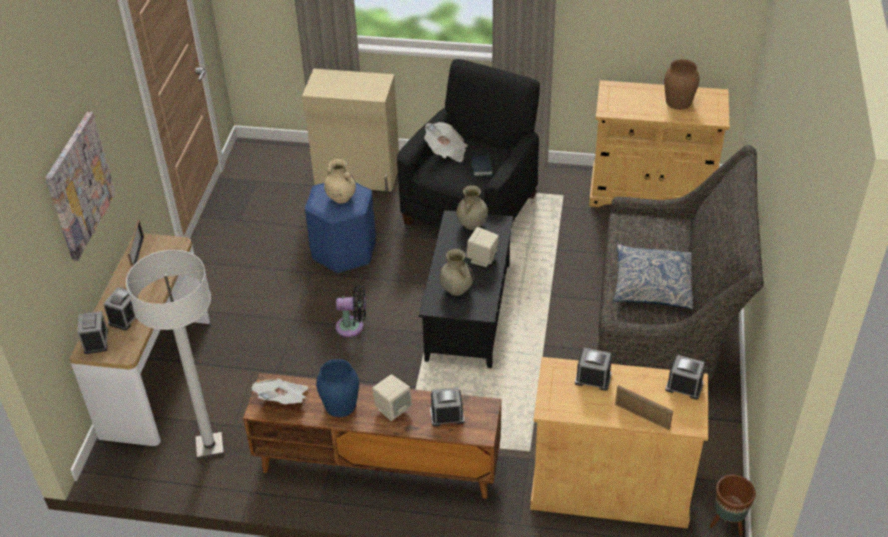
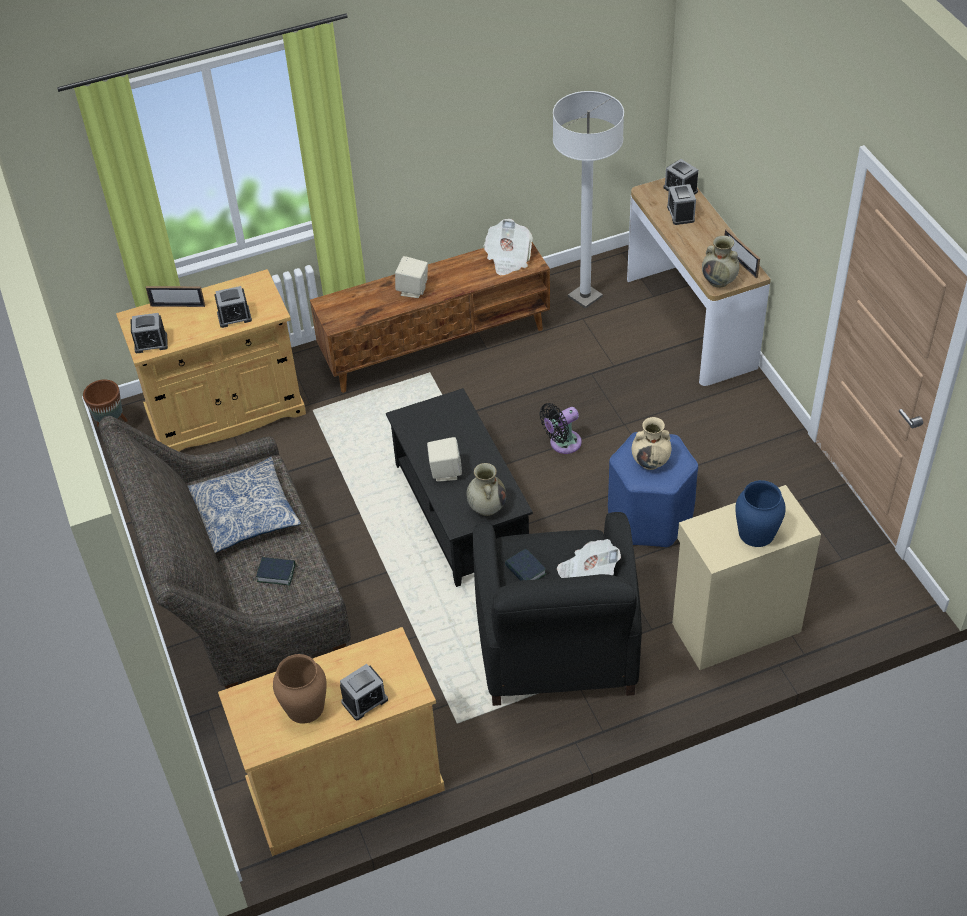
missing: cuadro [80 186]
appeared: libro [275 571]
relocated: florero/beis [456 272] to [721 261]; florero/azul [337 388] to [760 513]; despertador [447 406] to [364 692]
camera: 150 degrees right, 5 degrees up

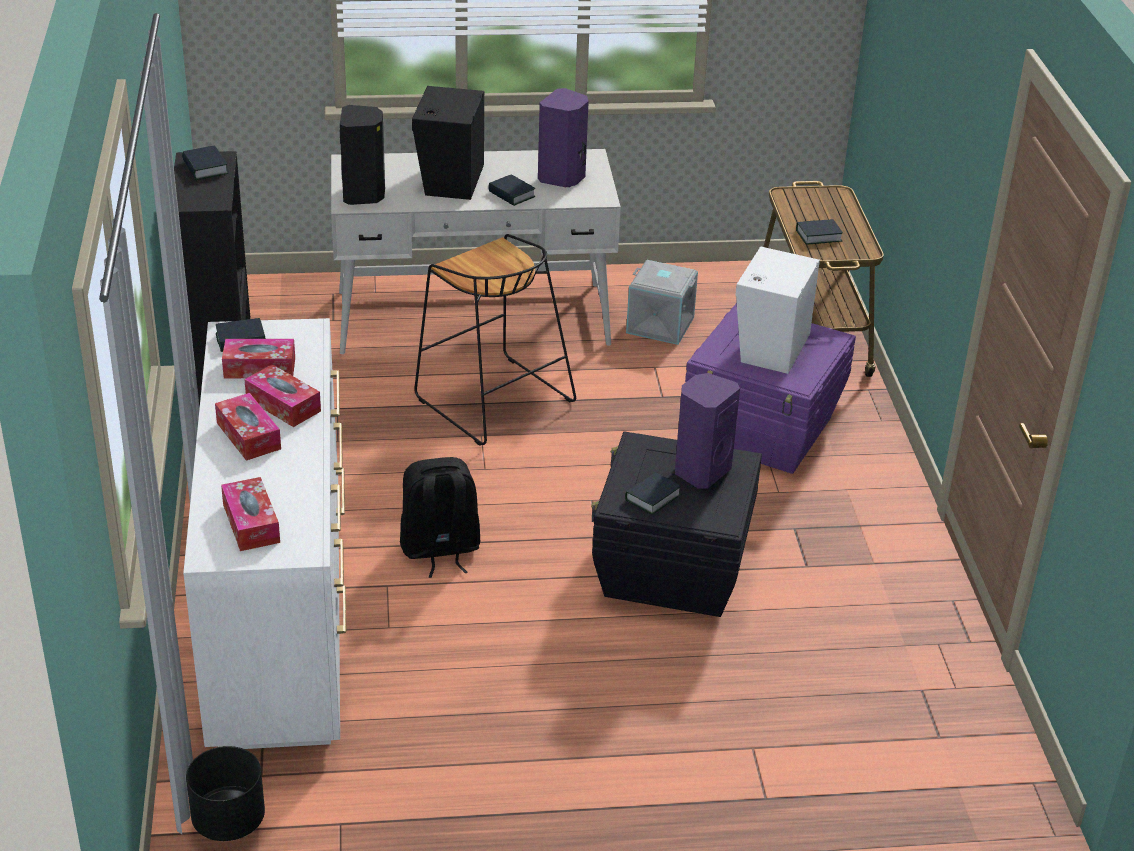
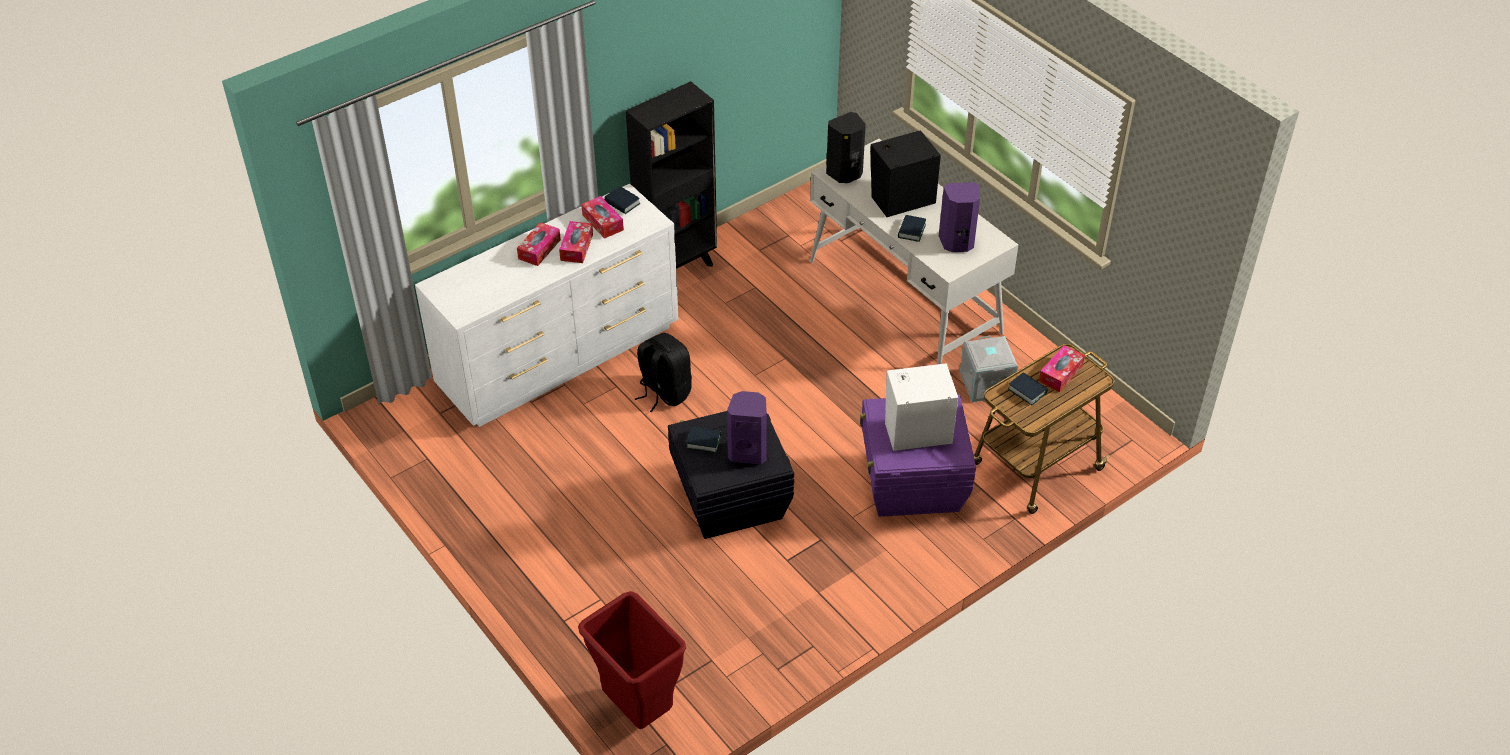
missing: libro [205 163]; taburete/negro [495 340]; maceta/negro [225 793]
appeared: papelera/rojo [632 660]
relocated: caja de pañuelos [250 514] to [1062 368]
camera: 60 degrees right, 10 degrees up

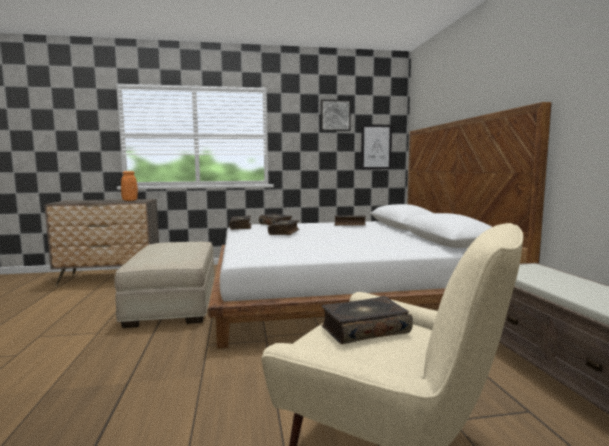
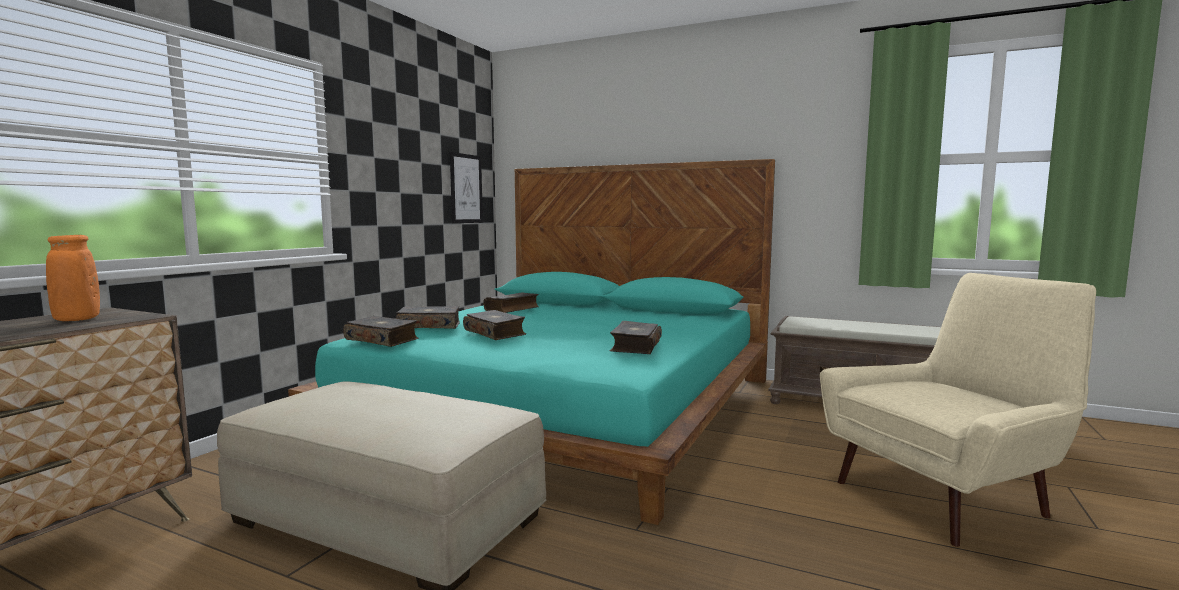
missing: cuadro [336 115]
relocated: libro [367 320] to [636 337]
colour: cama/blanco [380 225] to cama/turquesa [531 342]
camera: 55 degrees left, 0 degrees up

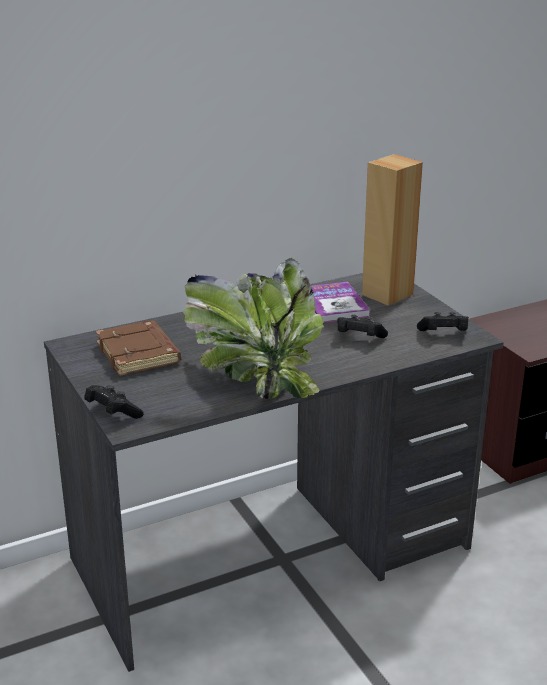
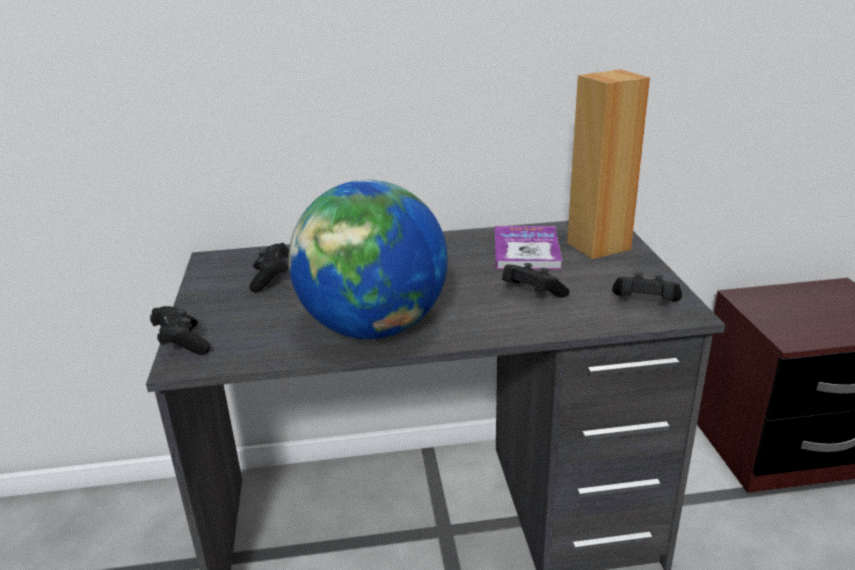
exchanged: planta en maceta [253 328] to globo terráqueo [368 259]; libro/marrón [138 348] to mando de consola/negro [269 267]
camera: 20 degrees right, 0 degrees up

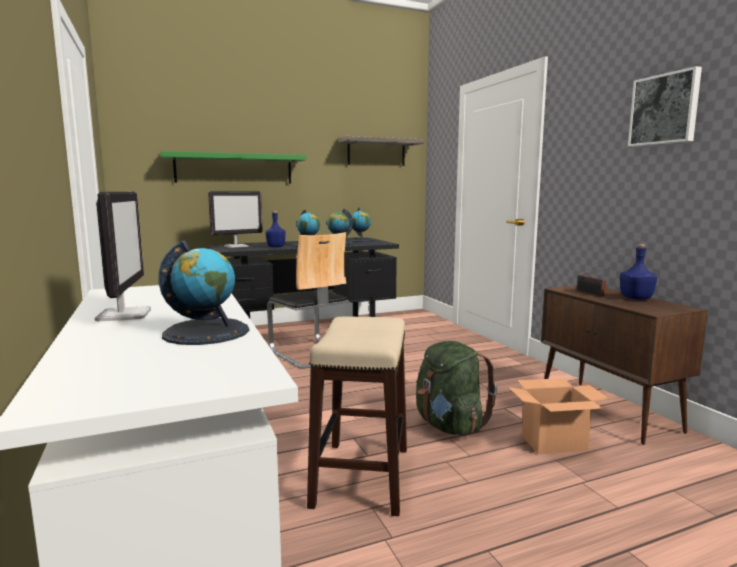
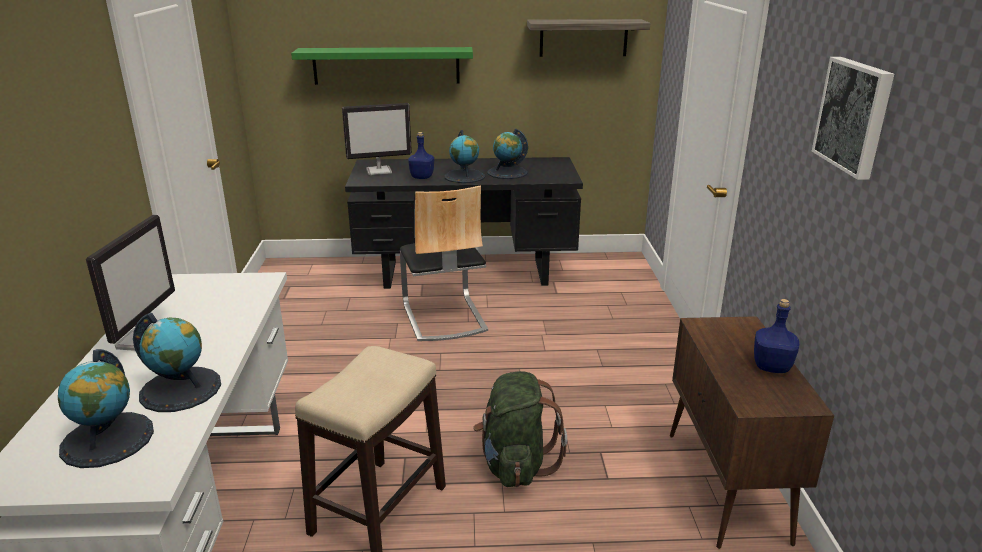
missing: radio [593 282]; caja de cartón [559 416]
relocated: globo terráqueo [360 225] to [106 408]
camera: 20 degrees right, 15 degrees up

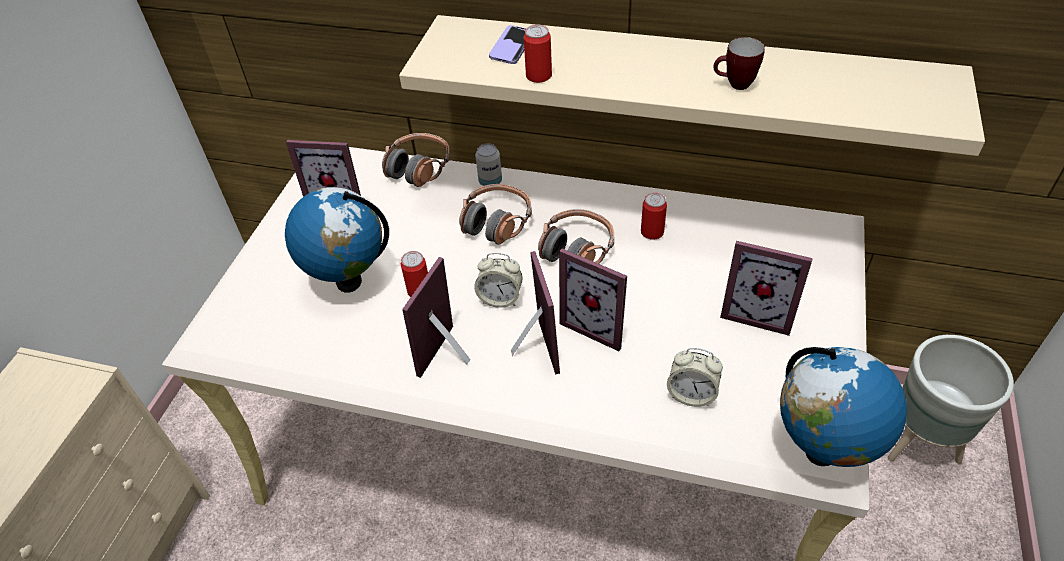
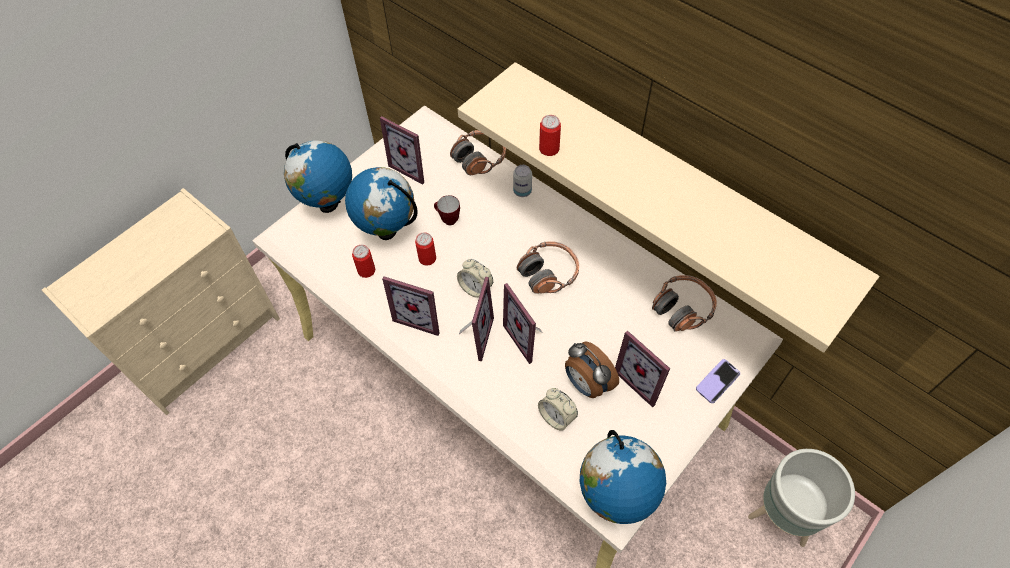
appeared: globo terráqueo [318 176]; despertador [592 369]
relocated: móvil [507 44] to [718 381]; taza grande [739 63] to [447 210]; auriculares [495 214] to [684 303]; lata [654 215] to [364 261]
spun: portarretratos [436 317] = [411 306] 120 degrees counterclockwise
camera: 25 degrees right, 10 degrees up

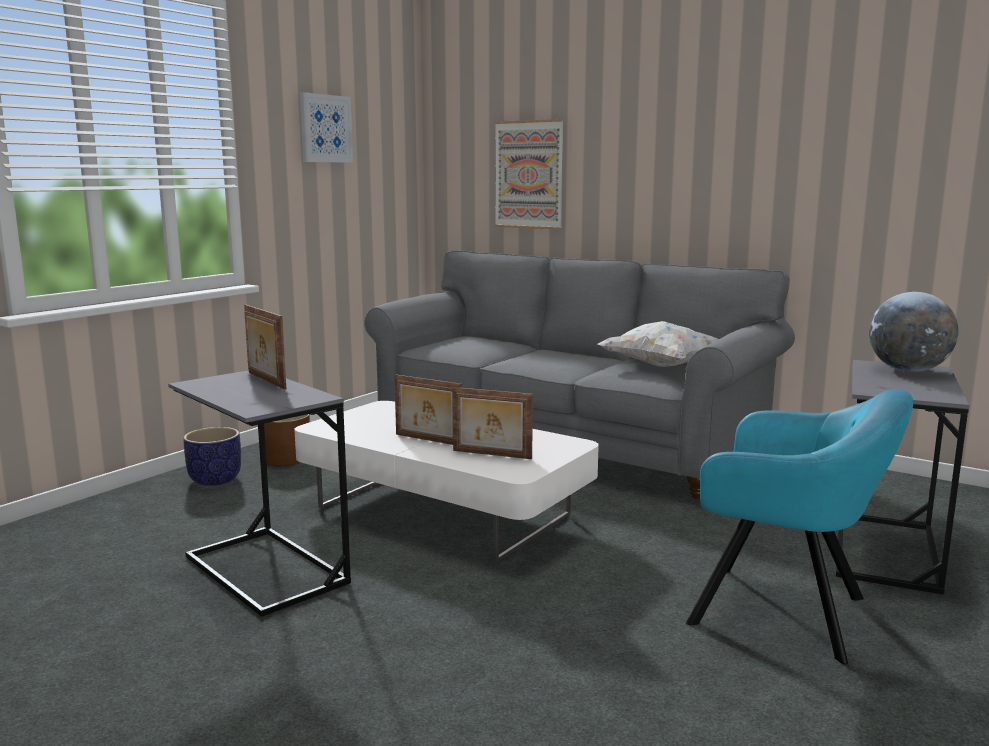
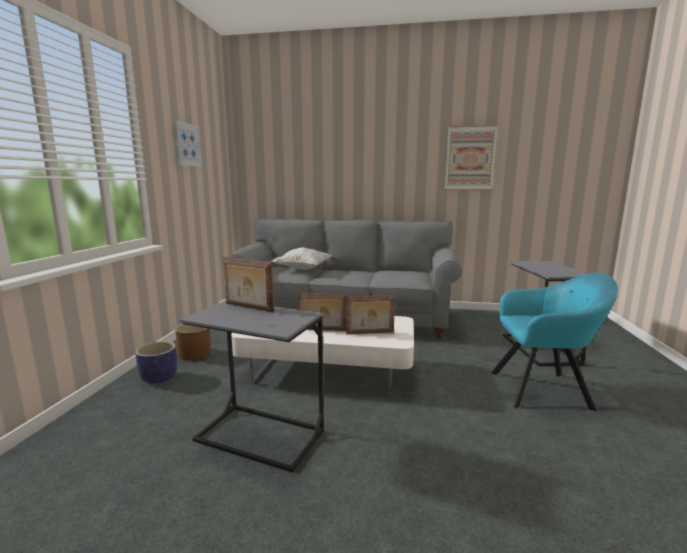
missing: globo terráqueo [914 332]
relocated: cuadro [529 174] to [471 157]; cojín/blanco [658 344] to [302 258]
camera: 25 degrees left, 0 degrees up

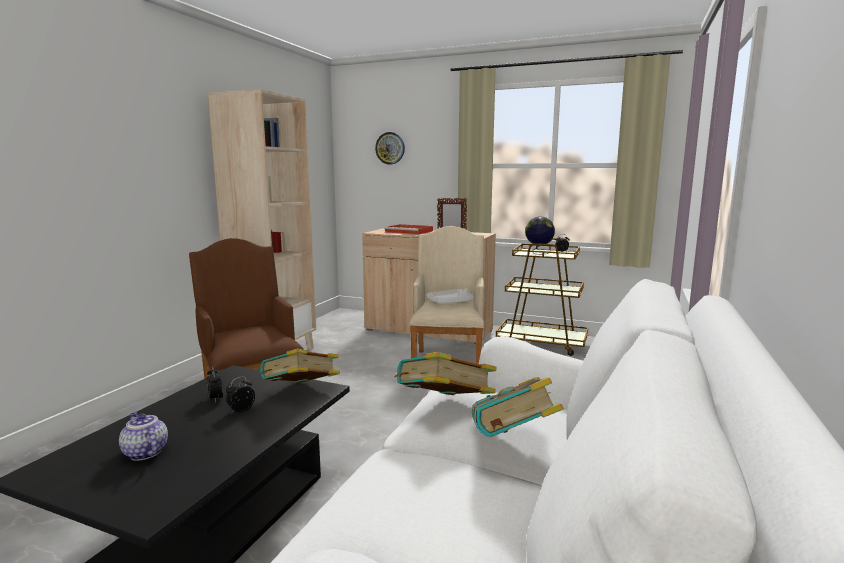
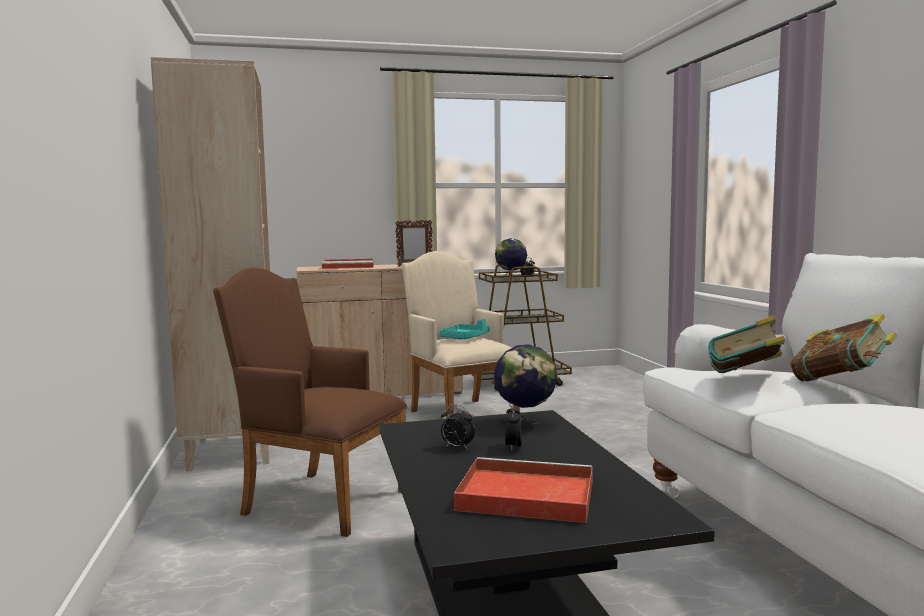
missing: reloj de pared [390 148]
exchanged: libro [300 366] to globo terráqueo [525 385]; tetera [143 436] to bandeja/rojo [523 490]
colour: bandeja/blanco [450 295] to bandeja/turquesa [464 329]
camera: 35 degrees left, 5 degrees down

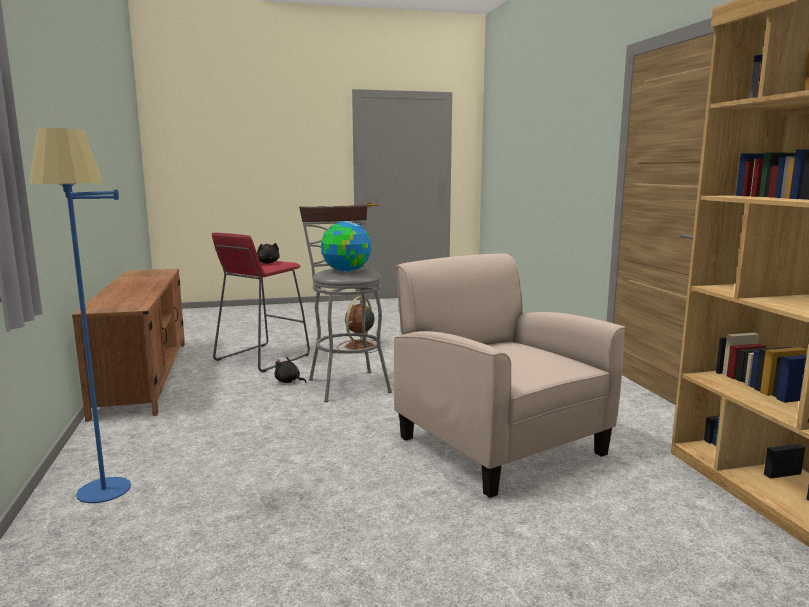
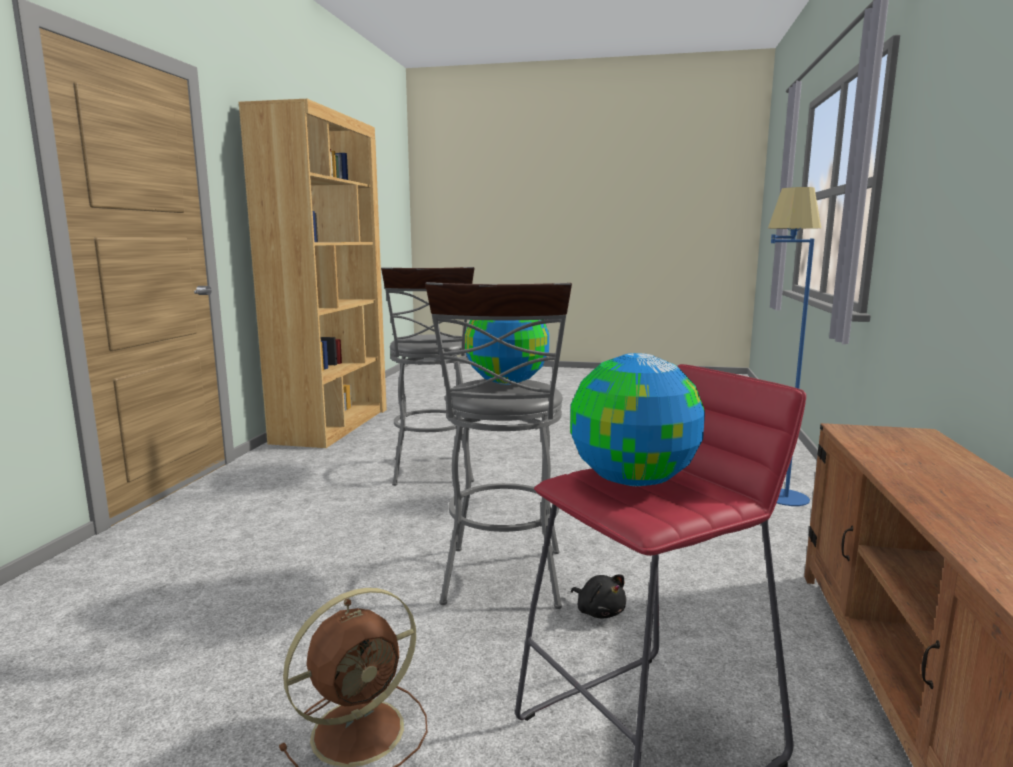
exchanged: peluche/negro [268 253] to globo terráqueo [637 419]; sillón/beis [509 375] to taburete/gris [428 376]
camera: 155 degrees left, 0 degrees up

